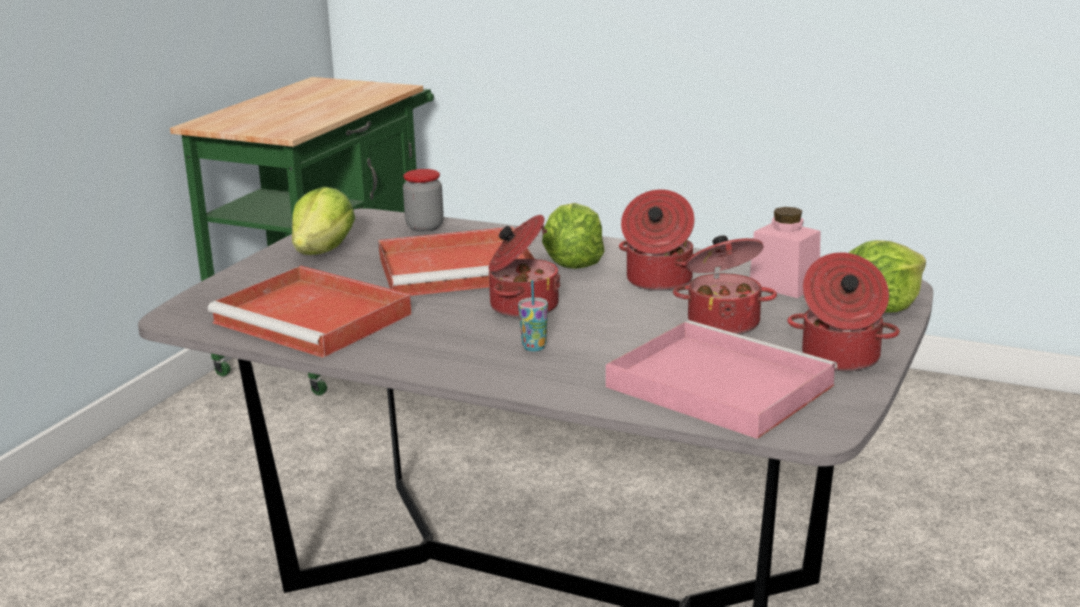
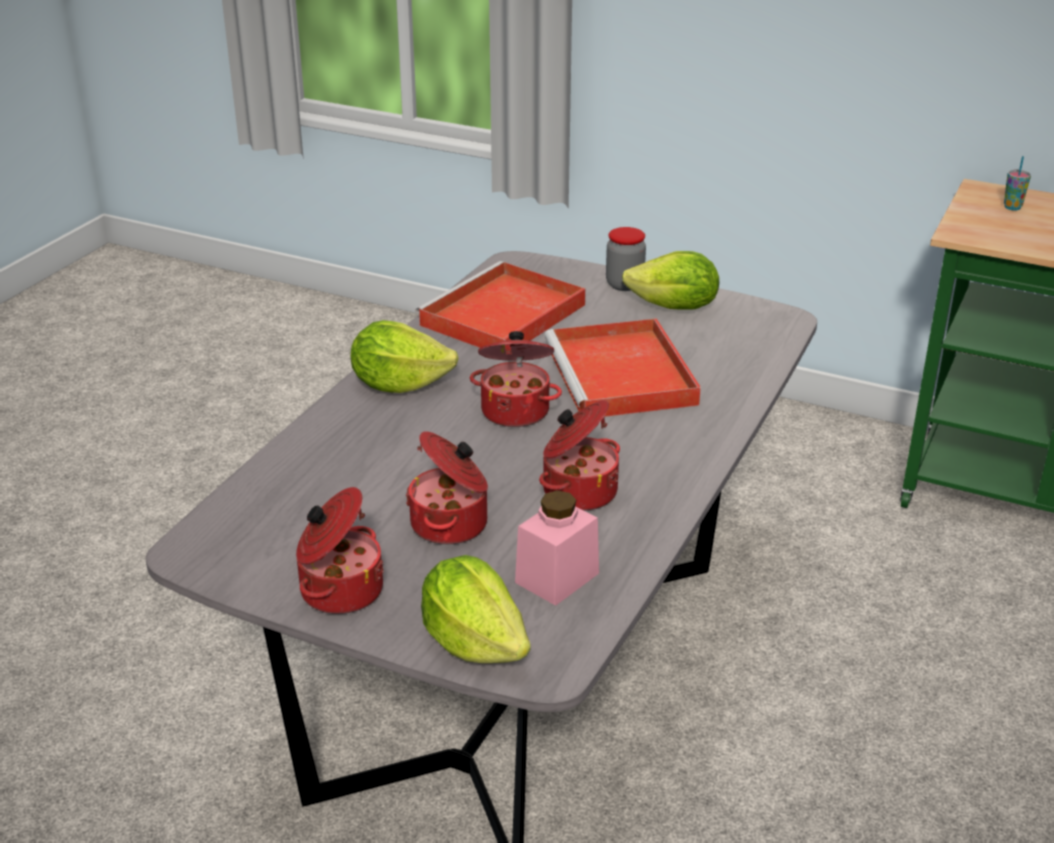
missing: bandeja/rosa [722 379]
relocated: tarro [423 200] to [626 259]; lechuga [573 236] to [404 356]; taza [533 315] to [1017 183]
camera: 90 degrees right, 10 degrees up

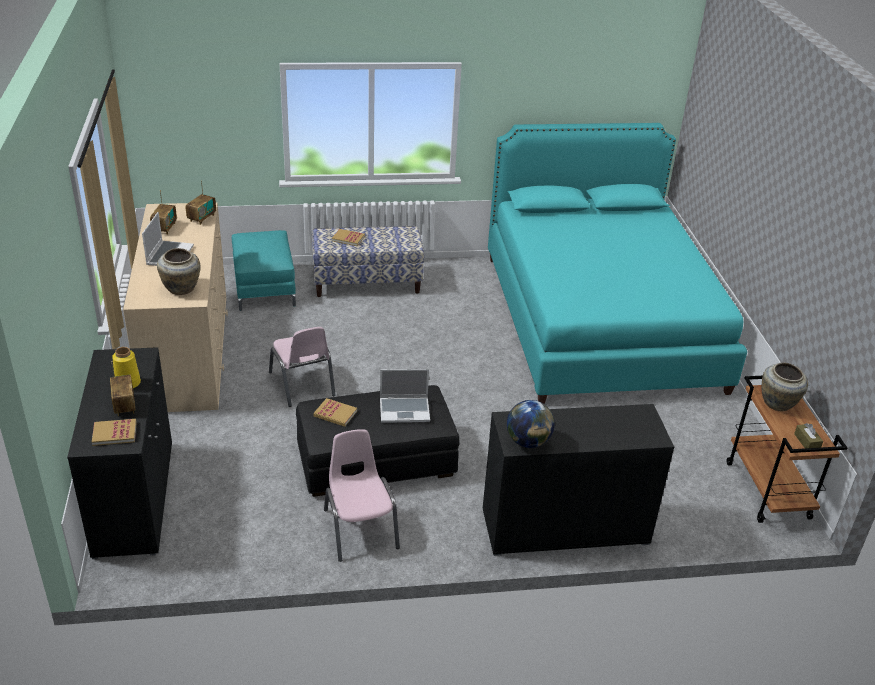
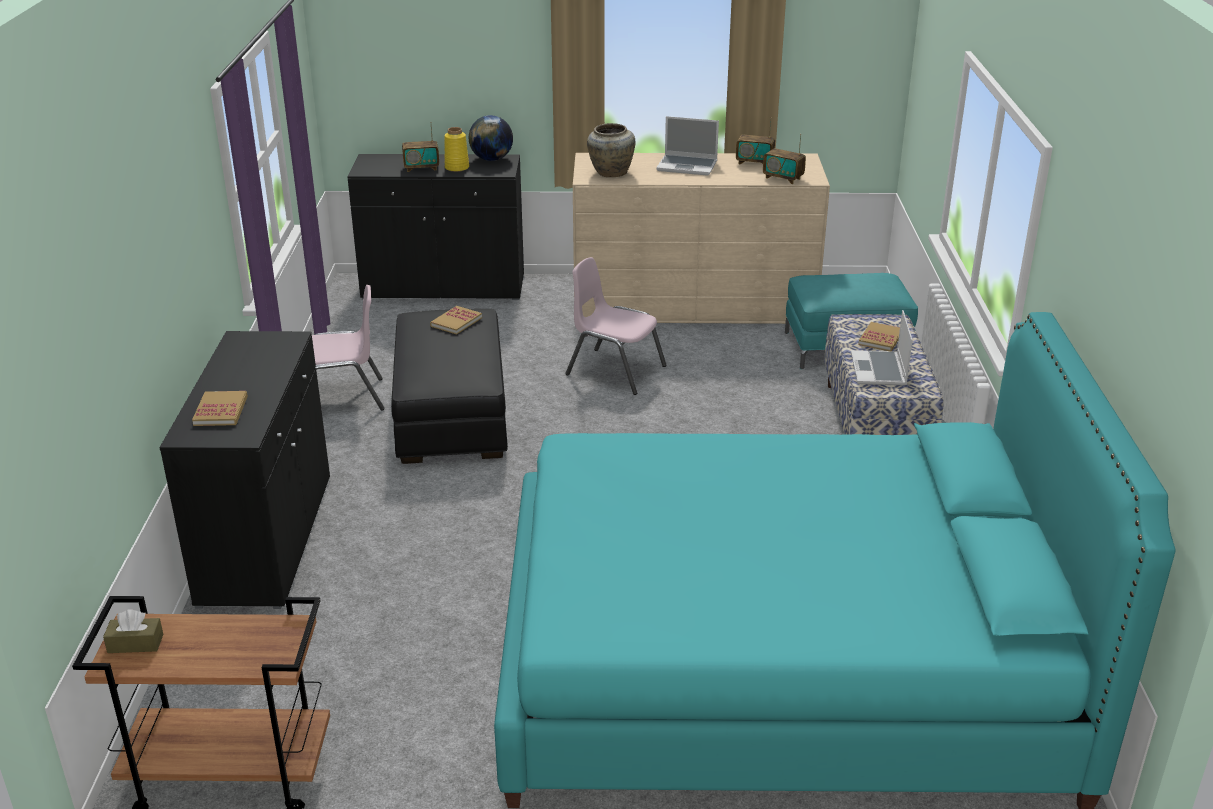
missing: florero/beis [785 386]
relocated: portátil [405 396] to [882 347]; globo terráqueo [531 424] to [491 138]; libro [114 432] to [220 408]
spun: silla/rosa [302 367] = [616 326] 45 degrees clockwise
camera: 100 degrees right, 5 degrees down

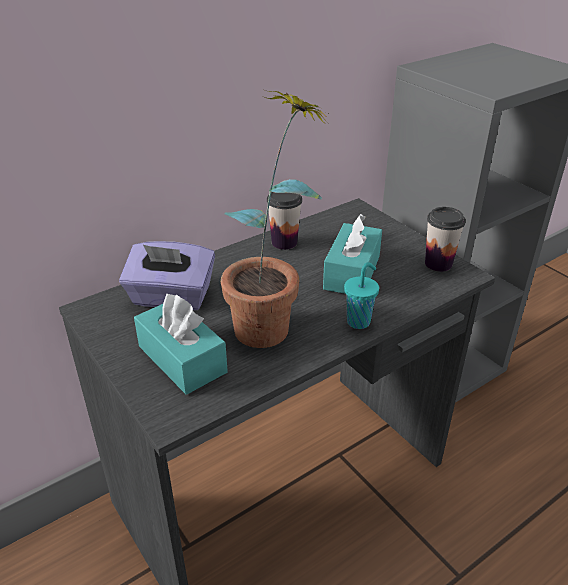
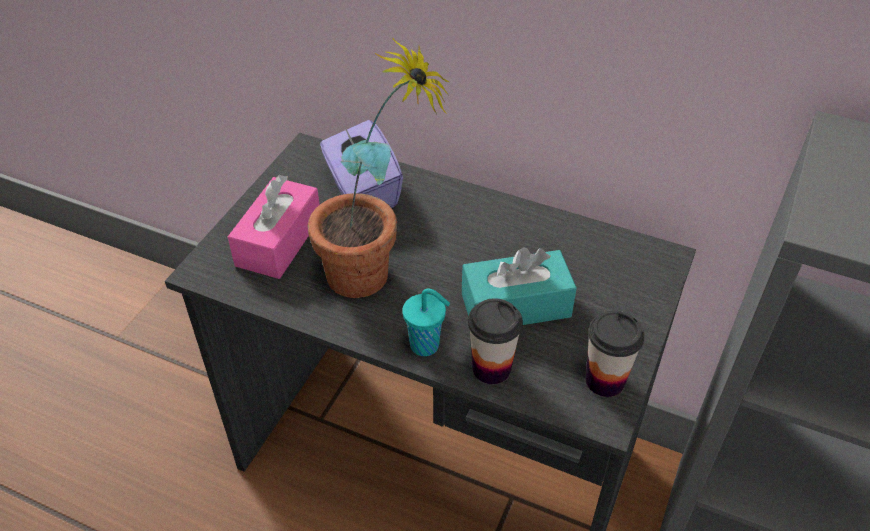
relocated: taza [284 221] to [495 341]
colour: caja de pañuelos/turquesa [181 344] to caja de pañuelos/rosa [274 227]
camera: 60 degrees right, 10 degrees up

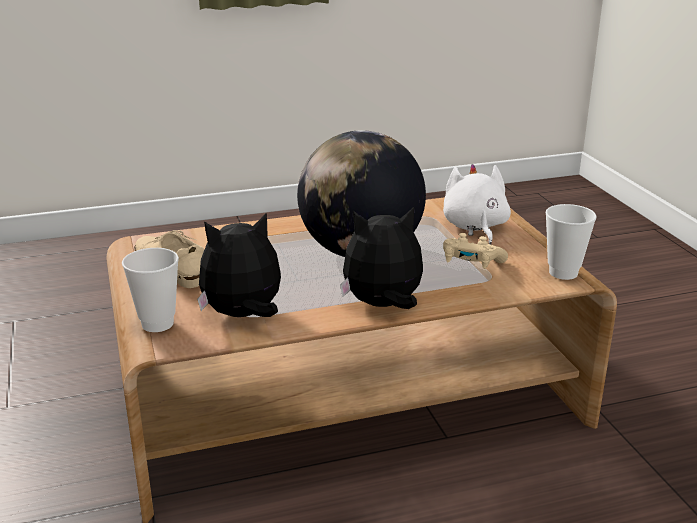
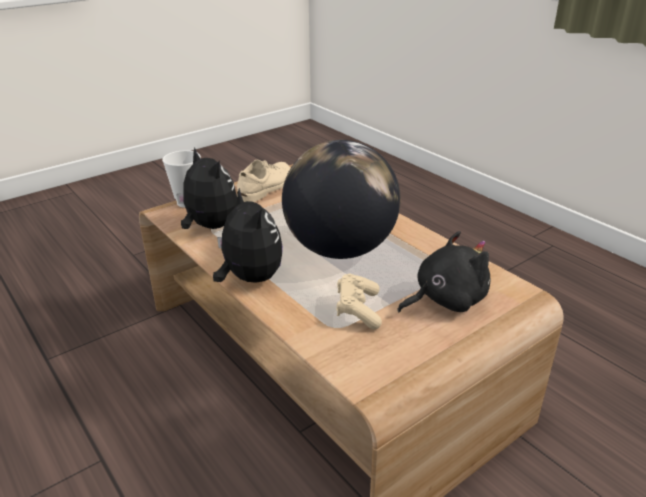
missing: taza [571 242]
colour: peluche/blanco [477 204] to peluche/negro [444 271]
camera: 70 degrees right, 5 degrees up

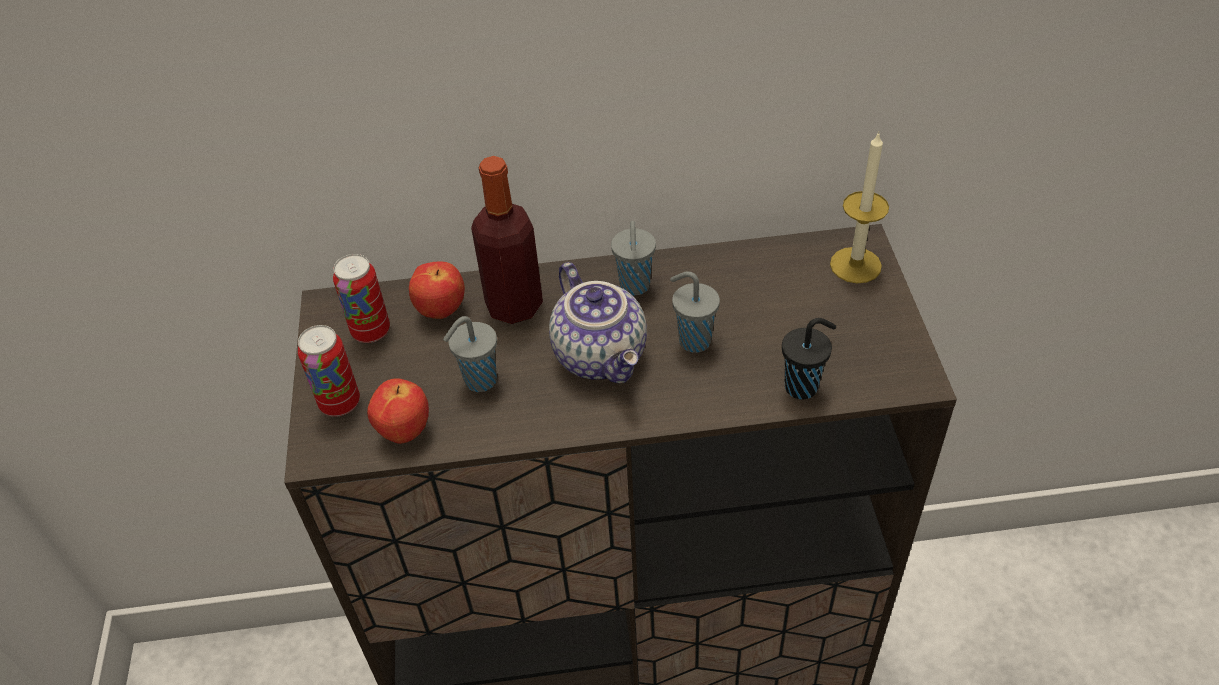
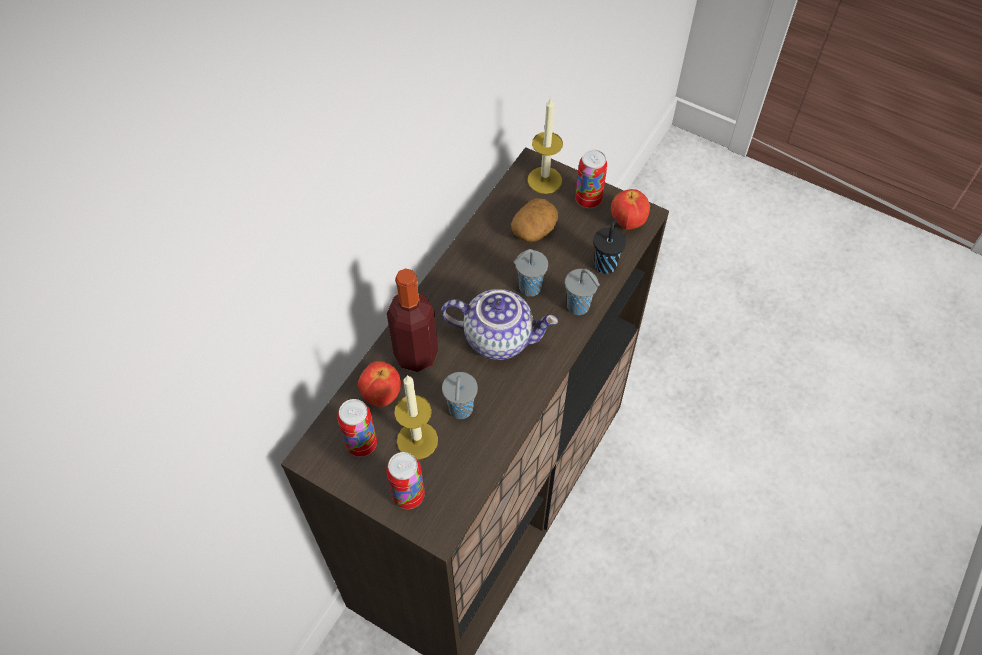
appeared: lata [591 178]; patata [534 220]; vela [416 417]
relocated: taza/gris [633 258] to [582 292]; manzana [398 411] to [630 209]
camera: 55 degrees left, 10 degrees up

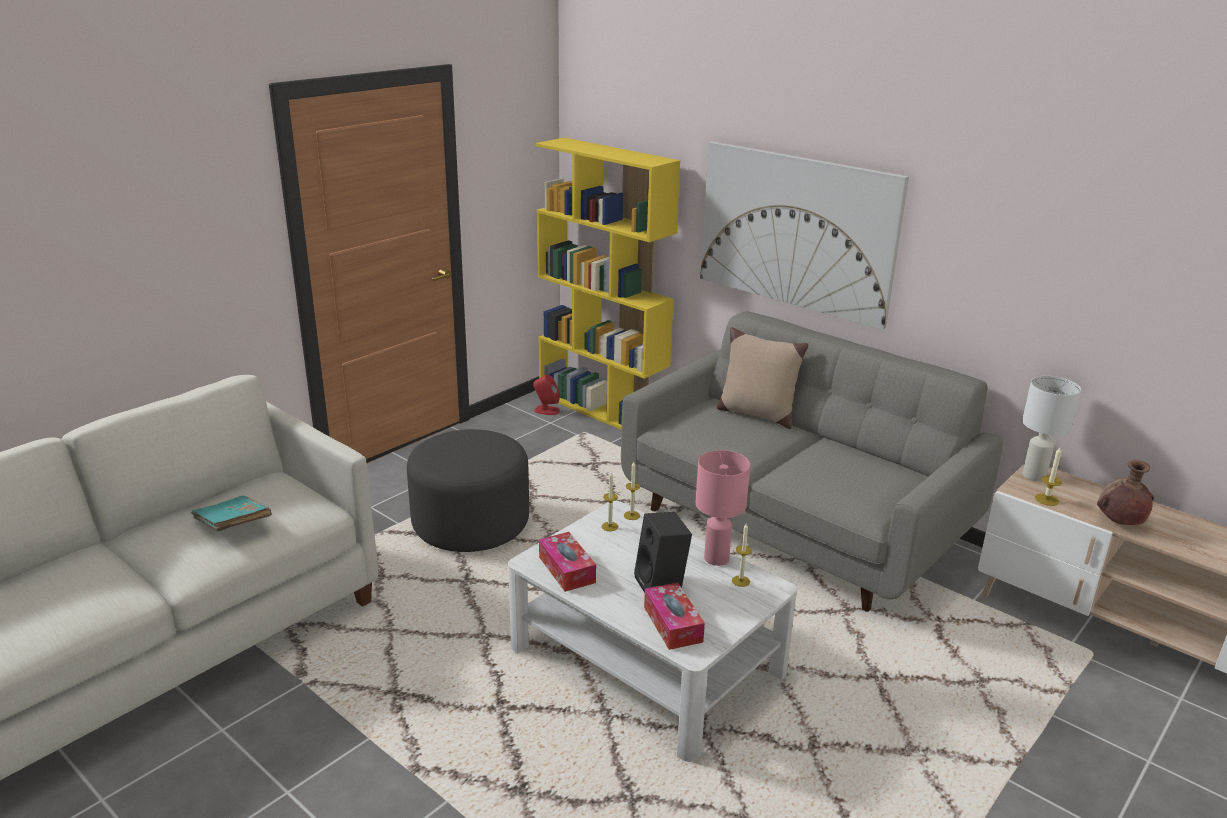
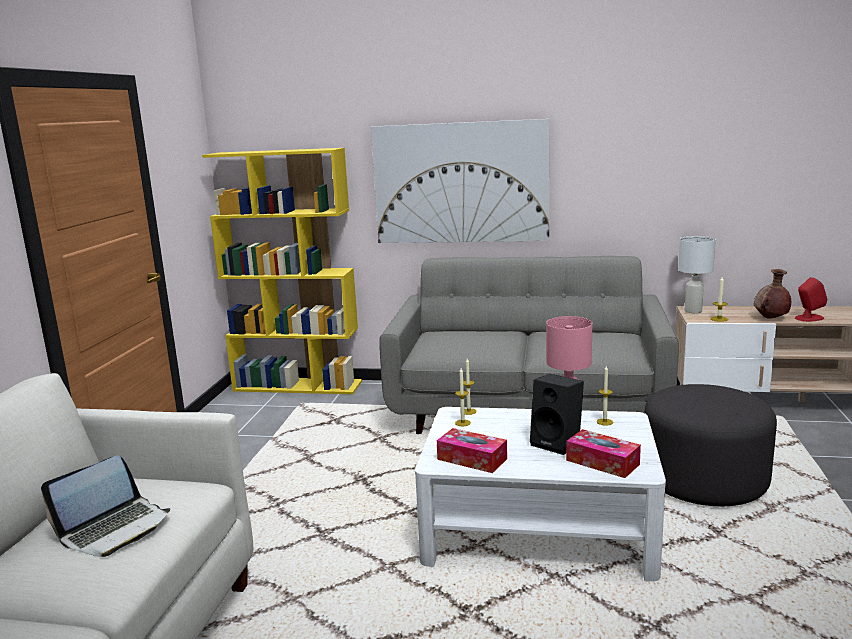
missing: cojín/beis [762 378]
relocated: altavoz/rojo [546 394] to [811 299]; puf/gris [468 490] to [710 445]
exchanged: libro/turquesa [231 513] to portátil [105 506]
camera: 30 degrees left, 10 degrees down

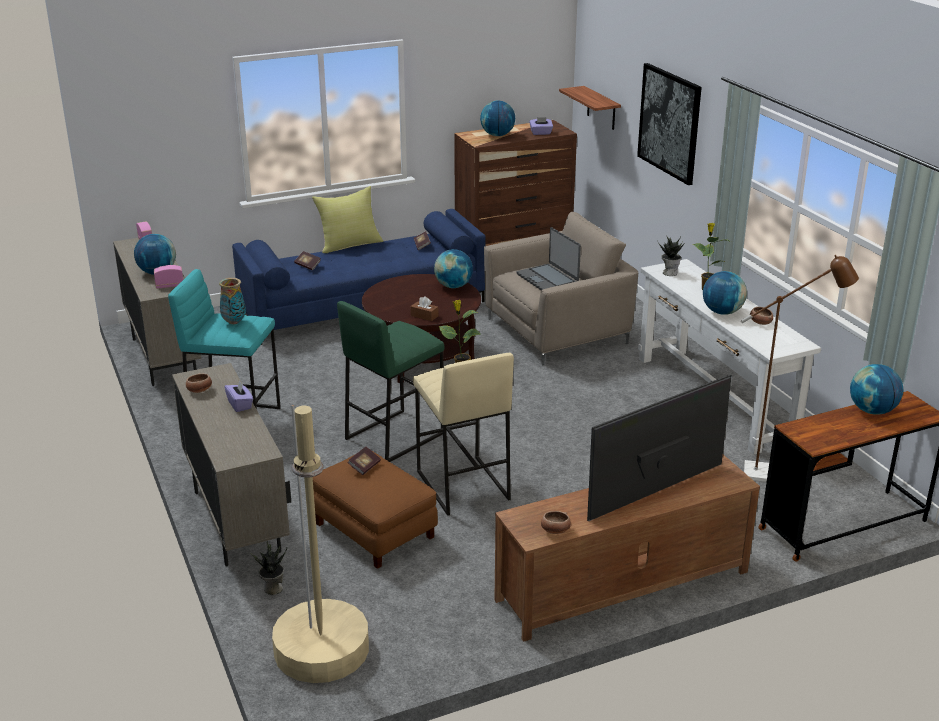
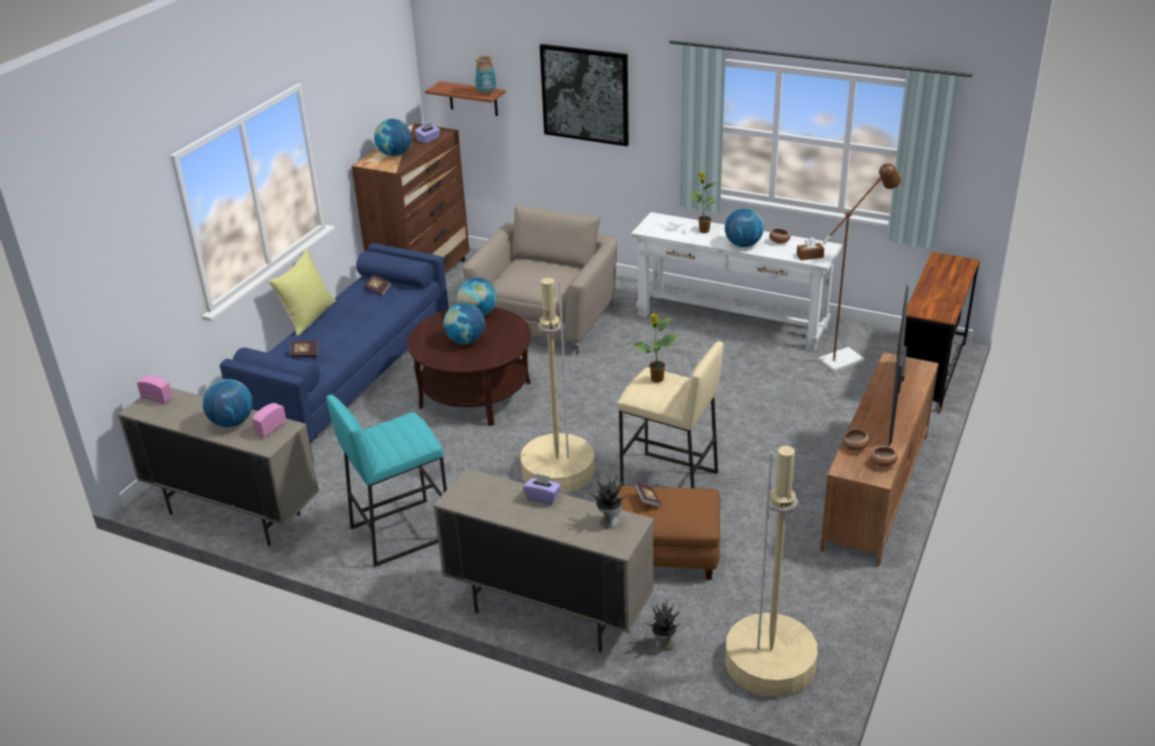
missing: portátil [549 258]
relocated: planta en maceta [671 256] to [607 501]; florero [232 301] to [485 75]; caja de pañuelos/marrón [424 308] to [810 248]; globo terráqueo [876 389] to [464 323]; cuenco [199 383] to [856 440]
exchanged: taburete/verde [390 381] to lámpara de pie/beis [557 385]
camera: 40 degrees left, 5 degrees up

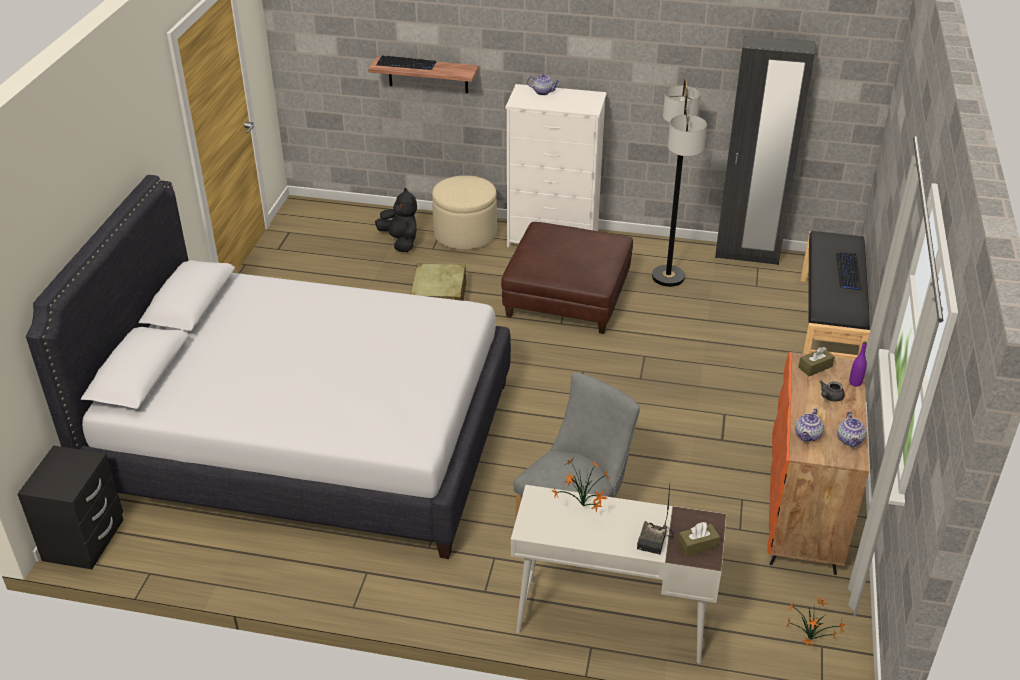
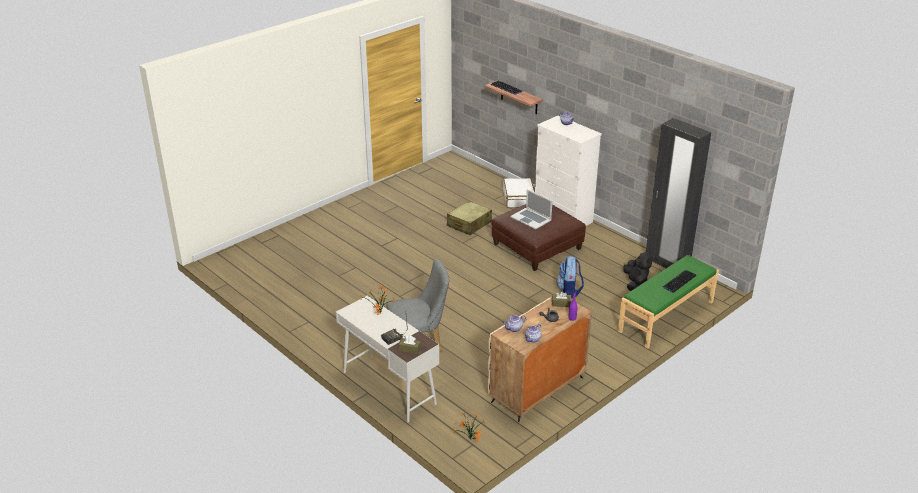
missing: lámpara de pie [679 182]; cama/blanco [268 367]; mesita de noche/negro [70 507]
appeared: portátil [531 209]; mochila [570 277]
relocated: peluche/negro [396 220] to [637 270]
exchanged: puf/beis [464 212] to maleta/blanco [519 193]
colour: banco/negro [835 295] to banco/verde [668 302]; armario/naranja [818 463] to armario/beis [540 357]
camera: 35 degrees right, 5 degrees down

